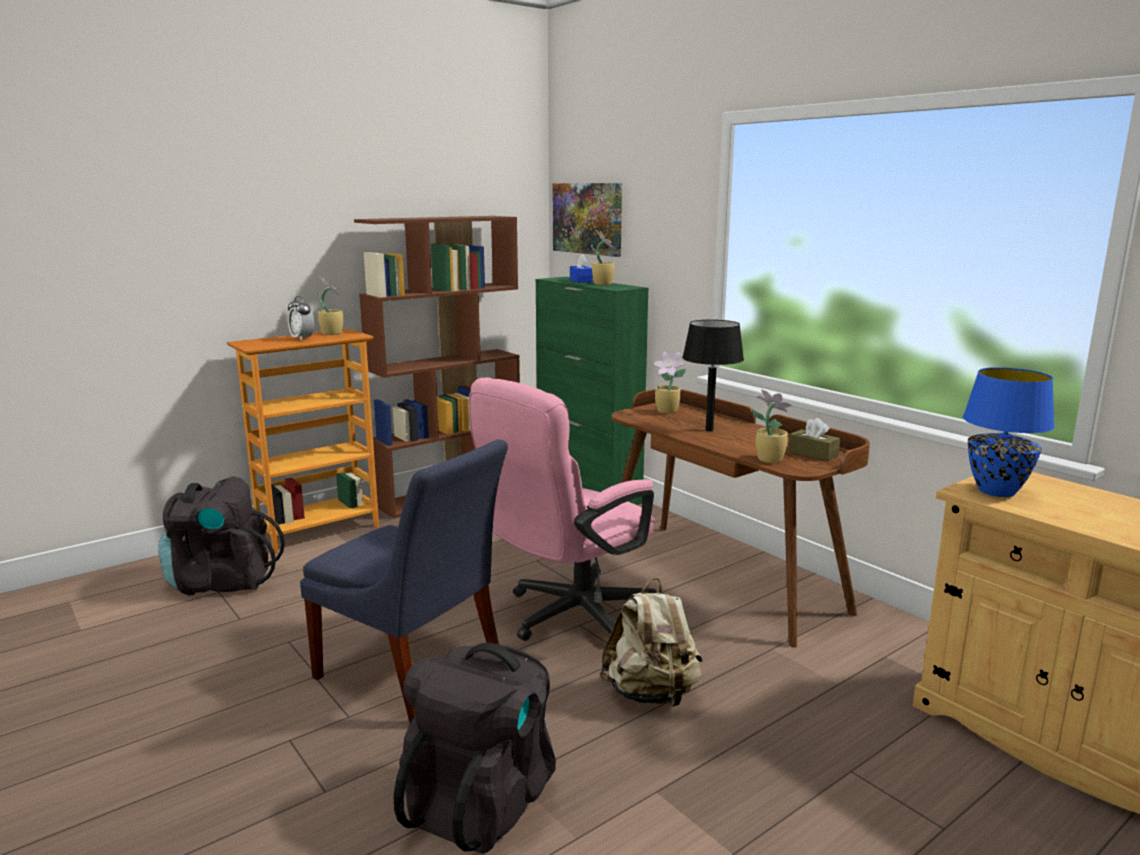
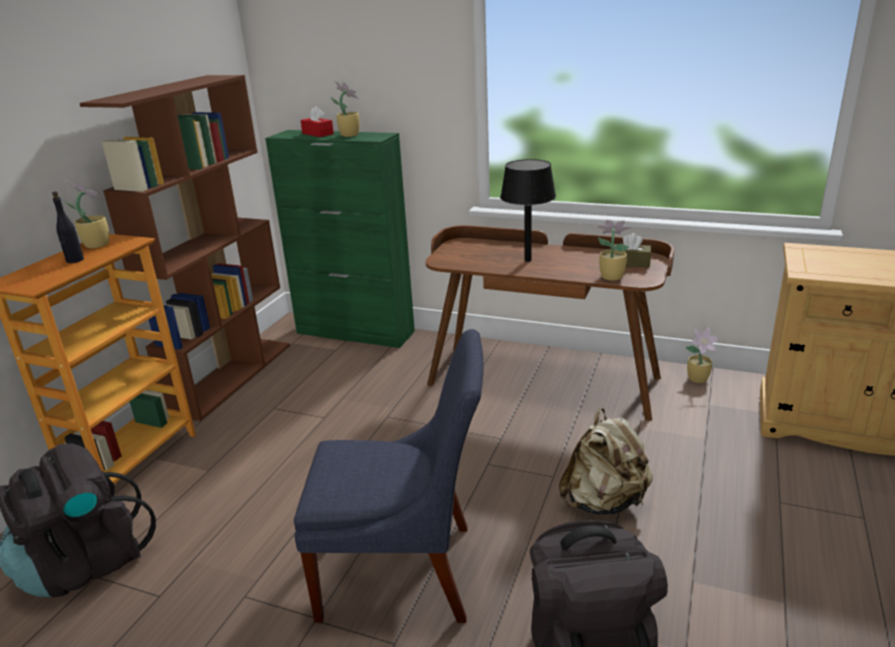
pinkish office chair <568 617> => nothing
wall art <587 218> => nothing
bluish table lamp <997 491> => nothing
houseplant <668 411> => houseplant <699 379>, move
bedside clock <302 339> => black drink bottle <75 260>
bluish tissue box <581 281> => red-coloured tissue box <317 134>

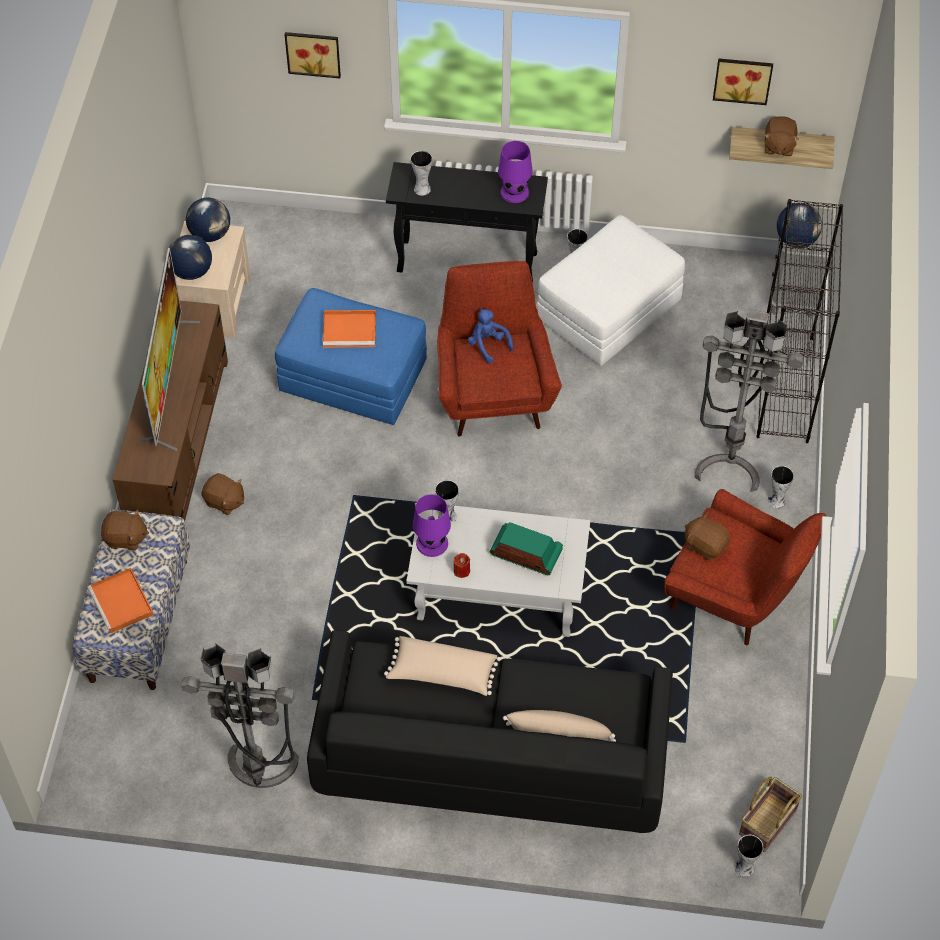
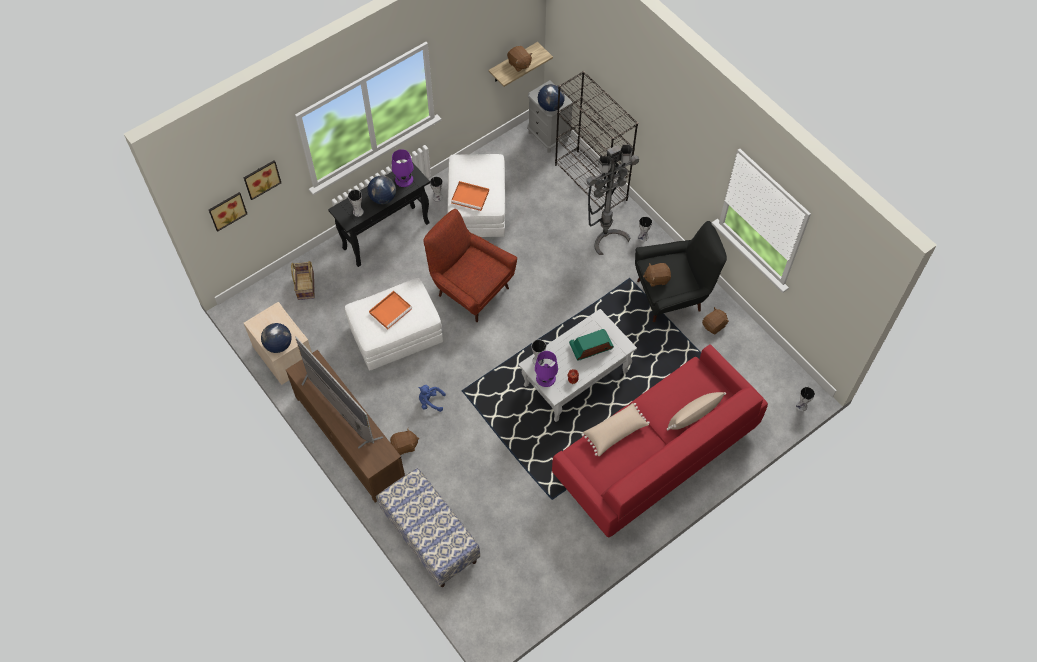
gray standard lamp <259 779> => nothing
orange-coloured serving tray <122 603> => orange-coloured serving tray <471 197>, move
brown plush toy <125 538> => brown plush toy <714 325>, move
world globe <210 234> => world globe <383 198>, move
bluish plush toy <488 345> => bluish plush toy <430 402>, move
wall art <742 79> => wall art <227 210>, move
storage basket <768 823> => storage basket <306 286>, move
bluish footrest <352 377> => whitish footrest <395 335>
black couch <491 755> => red-coloured couch <654 453>
red-coloured easy chair <734 598> => black easy chair <673 294>

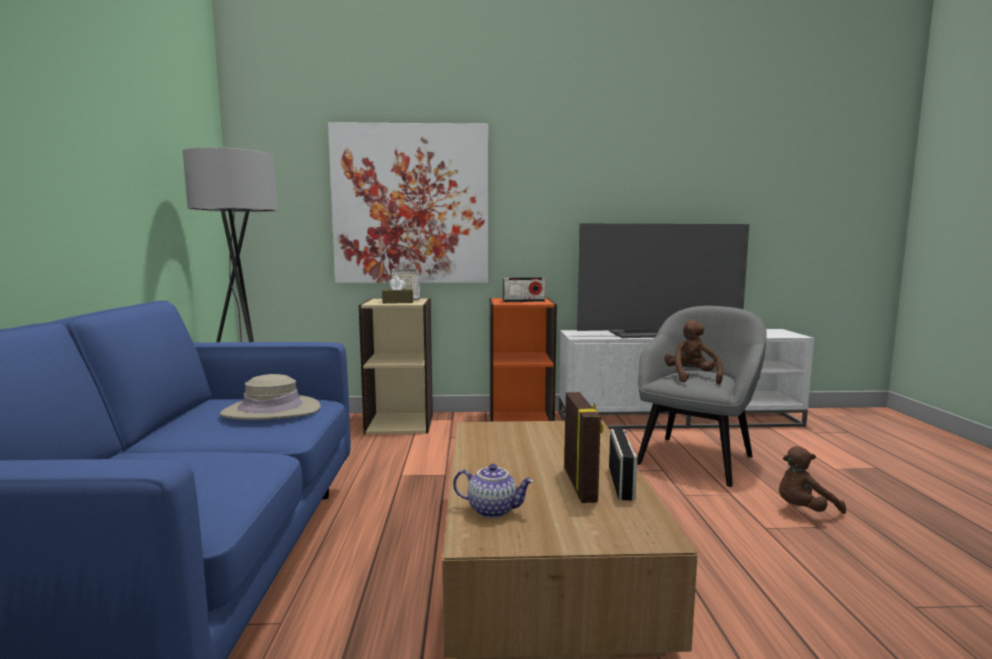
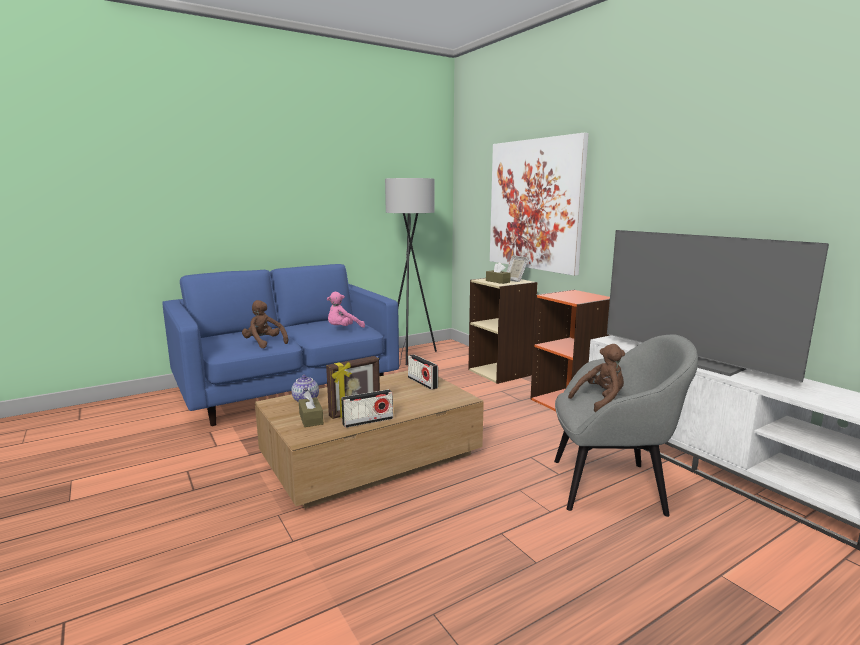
nothing => brown tissue box <311 418>
radio <523 301> => radio <422 382>, move
brown plush toy <803 510> => brown plush toy <264 343>, move
beige hat <271 411> => pinkish plush toy <343 329>

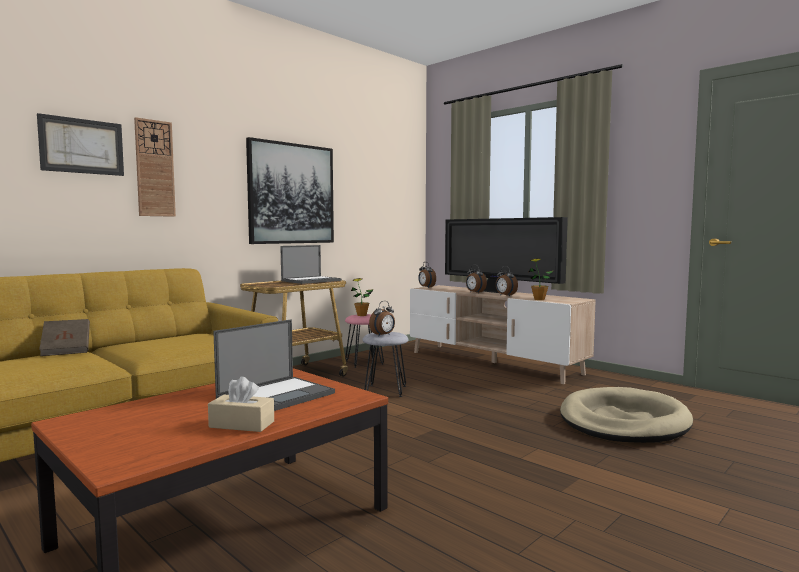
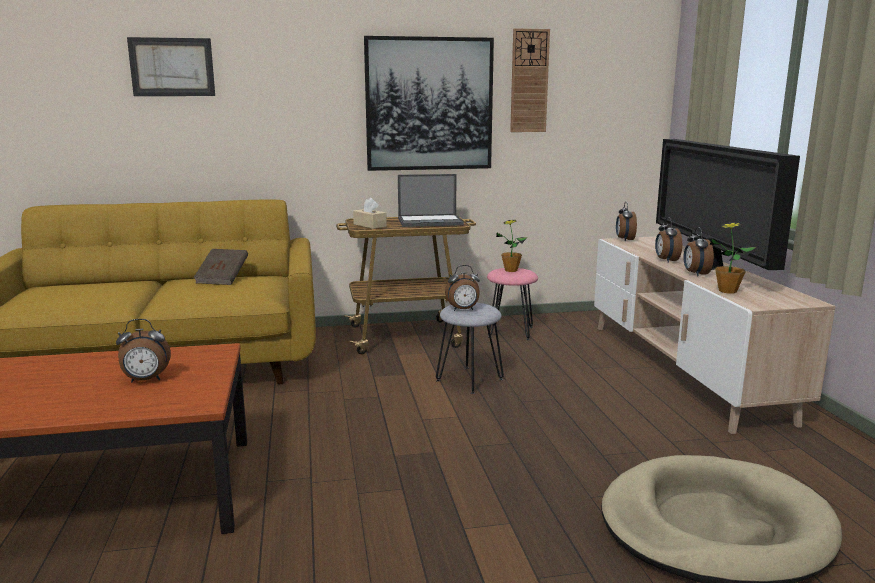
brown book <66 350> => brown book <223 279>, move
hanging clock <155 168> => hanging clock <529 81>, move
beige tissue box <242 424> => beige tissue box <369 225>, move
laptop <277 395> => bedside clock <146 380>

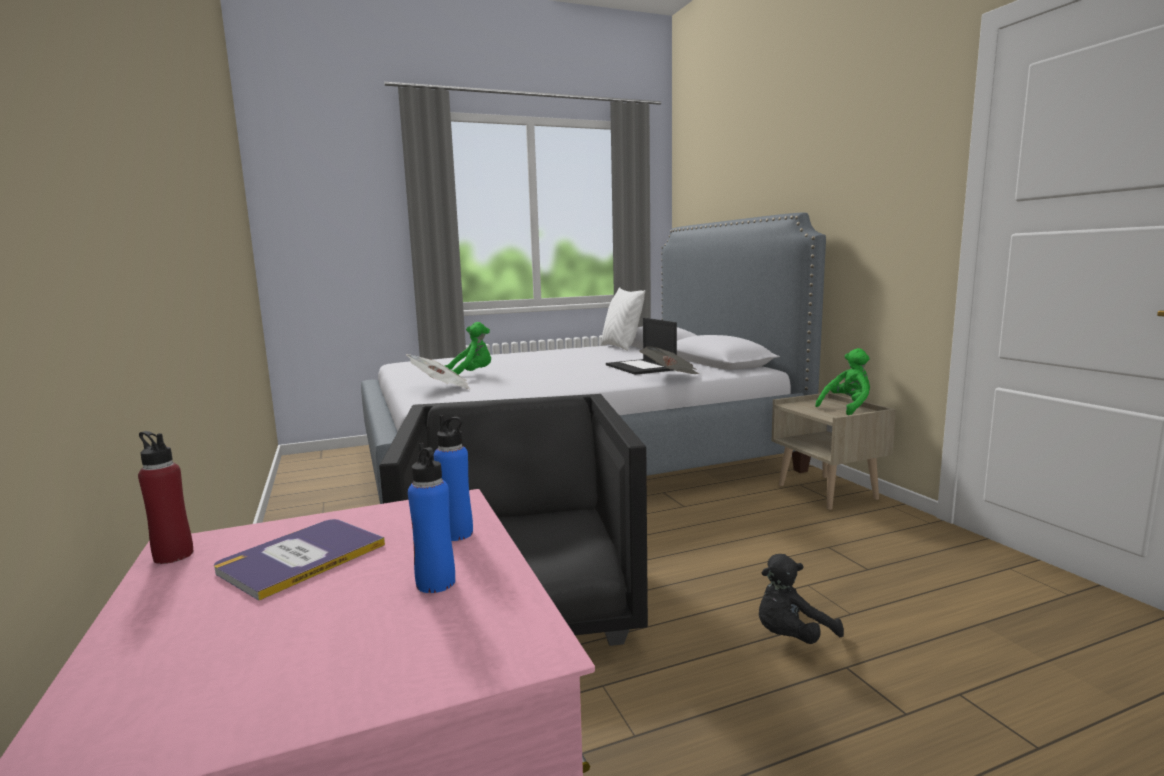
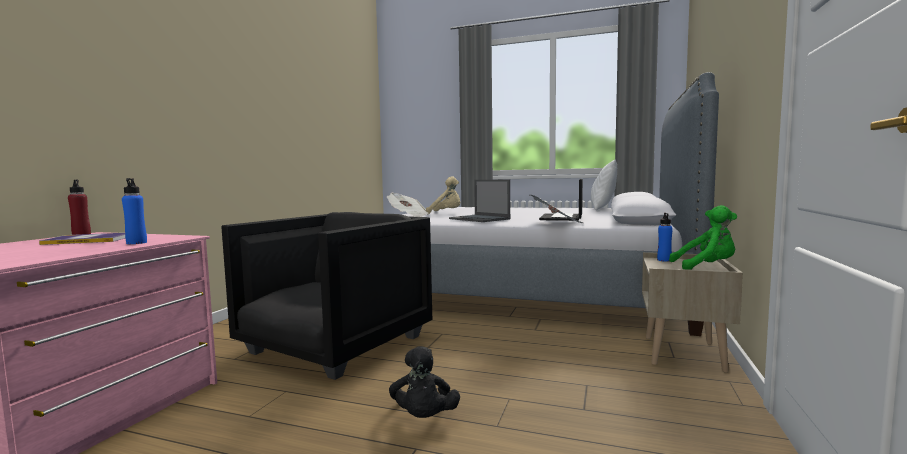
nothing => laptop <480 219>
bluish drink bottle <435 583> => bluish drink bottle <664 260>, move
greenish plush toy <471 375> => beige plush toy <446 213>
black plush toy <791 637> => black plush toy <424 418>, 105 degrees counterclockwise

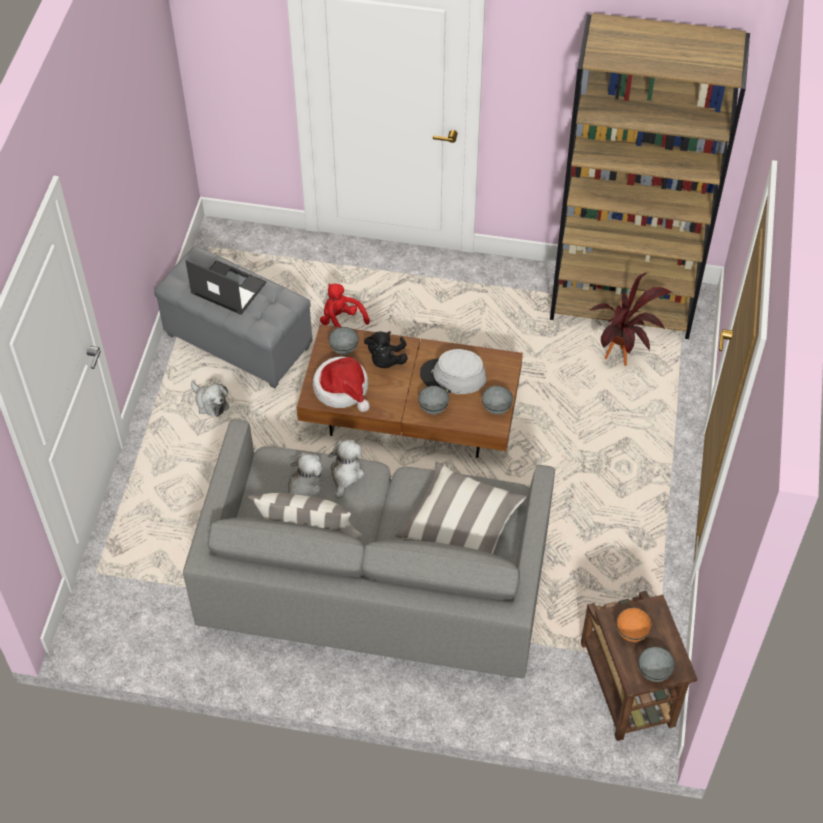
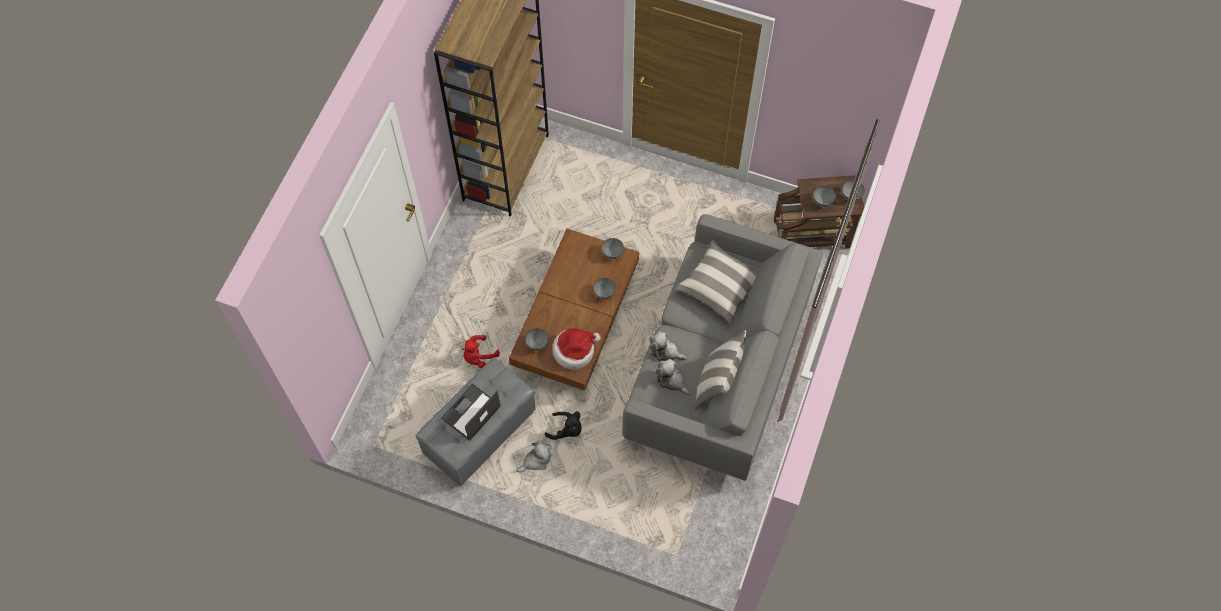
gray hat <453 376> => nothing
houseplant <623 361> => nothing
black plush toy <385 360> => black plush toy <567 430>, move
orange-coloured deep dish <631 633> => gray deep dish <823 202>

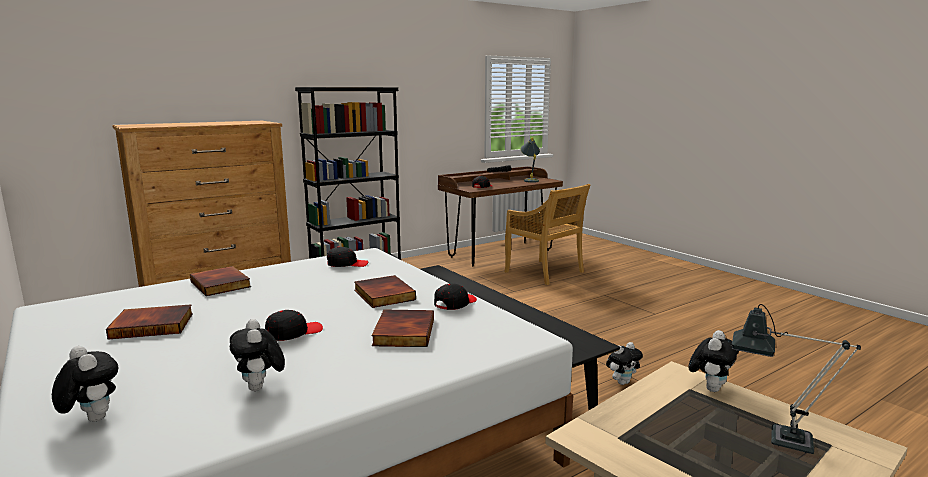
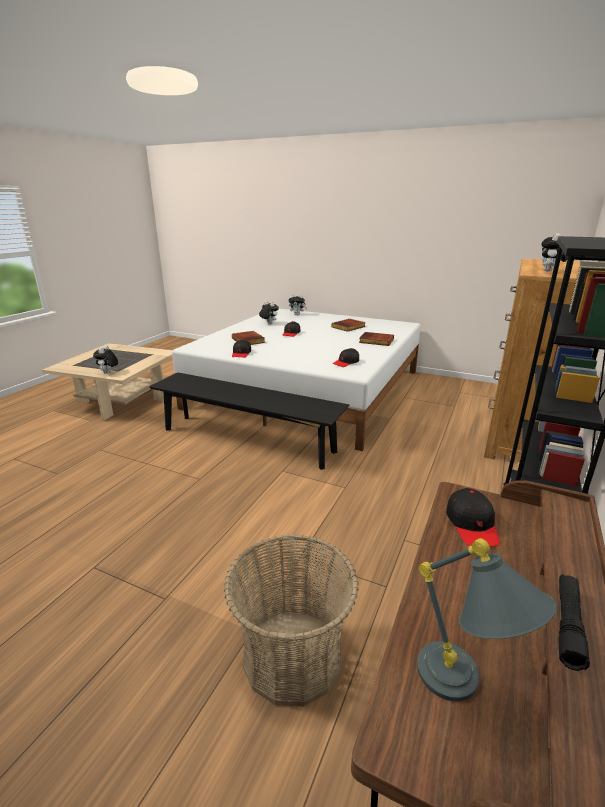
book <383 295> => nothing
table lamp <778 438> => nothing
plush toy <622 382> => plush toy <549 271>, move
beige chair <545 272> => storage basket <292 655>

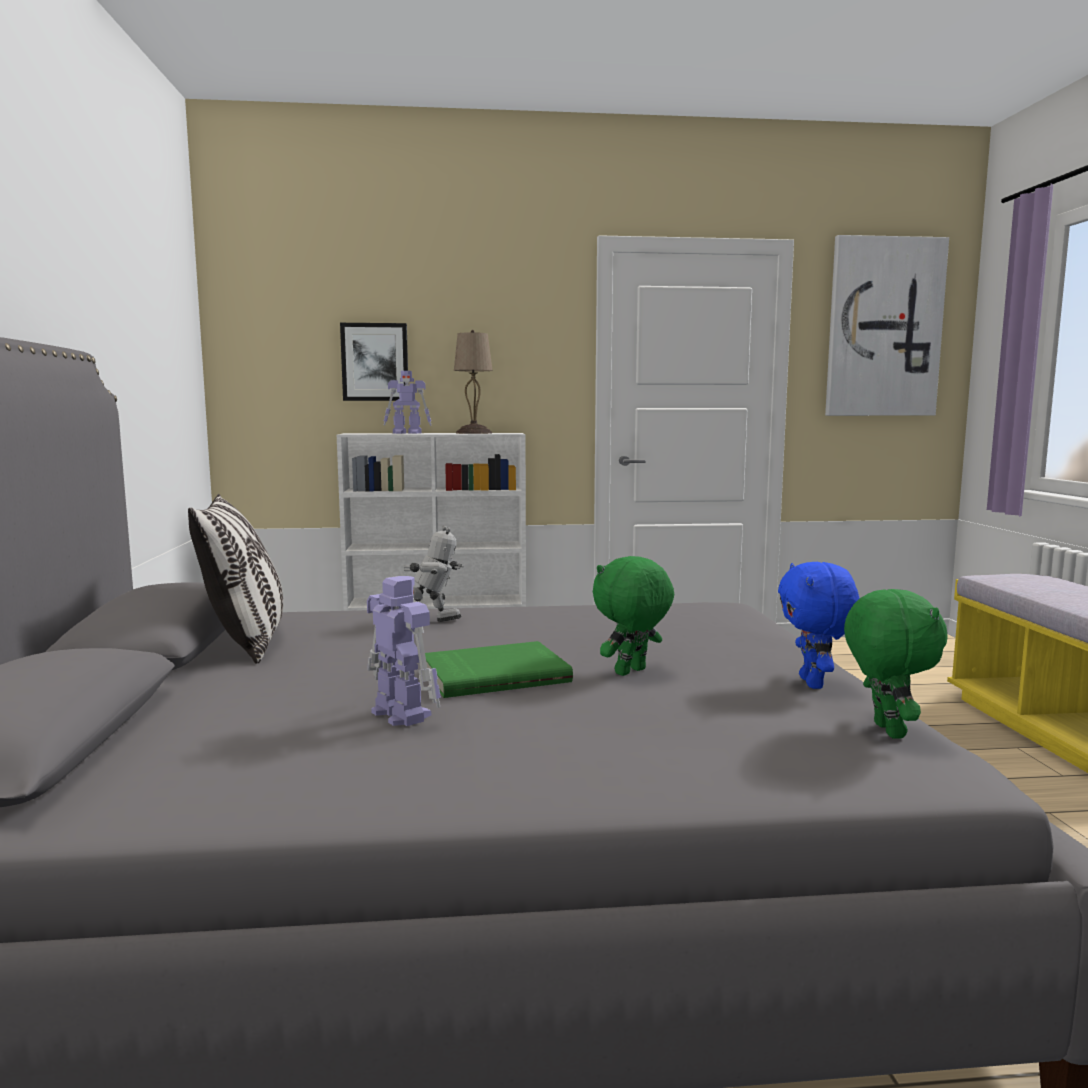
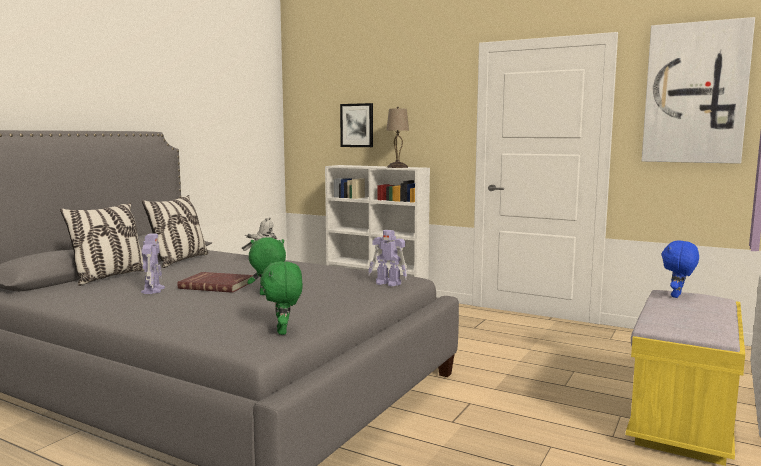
nothing => throw pillow <110 277>
robot figure <408 433> => robot figure <388 283>, move
bluish plush toy <814 683> => bluish plush toy <677 296>, move
greenish book <494 674> => red-coloured book <217 285>
greenish plush toy <885 730> => greenish plush toy <283 331>, 135 degrees clockwise

